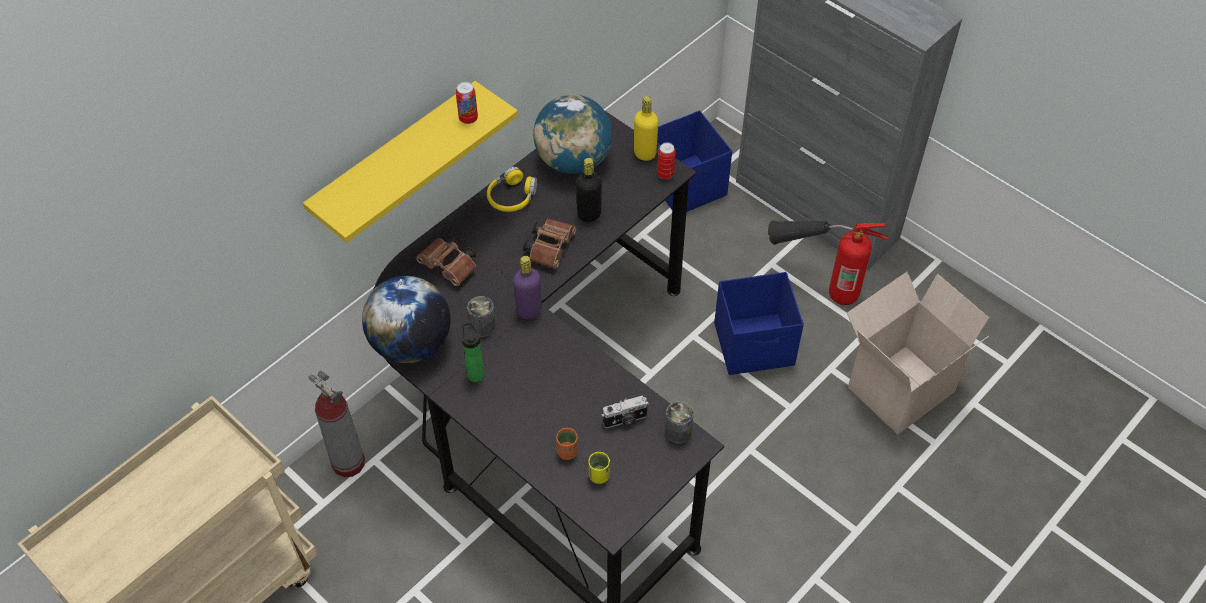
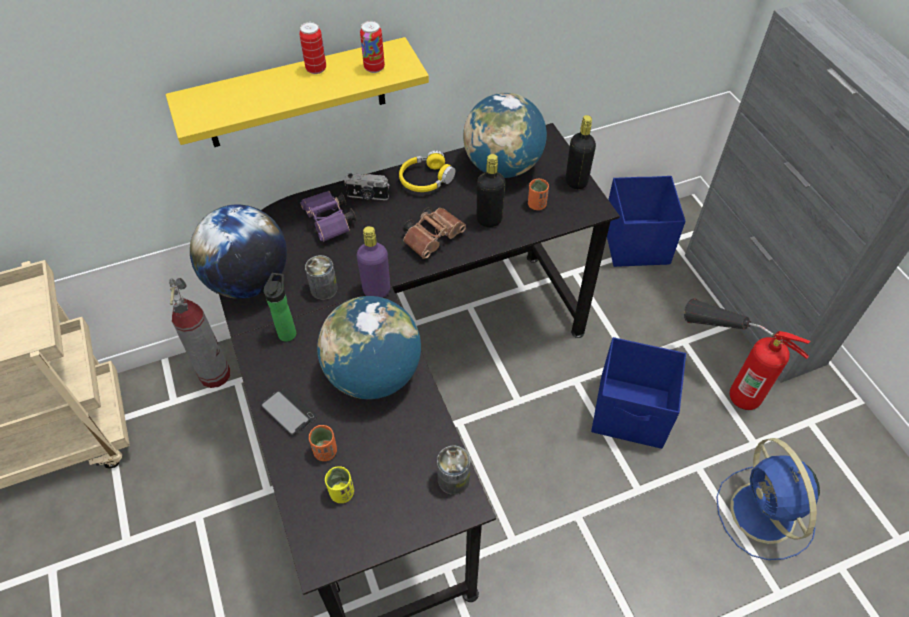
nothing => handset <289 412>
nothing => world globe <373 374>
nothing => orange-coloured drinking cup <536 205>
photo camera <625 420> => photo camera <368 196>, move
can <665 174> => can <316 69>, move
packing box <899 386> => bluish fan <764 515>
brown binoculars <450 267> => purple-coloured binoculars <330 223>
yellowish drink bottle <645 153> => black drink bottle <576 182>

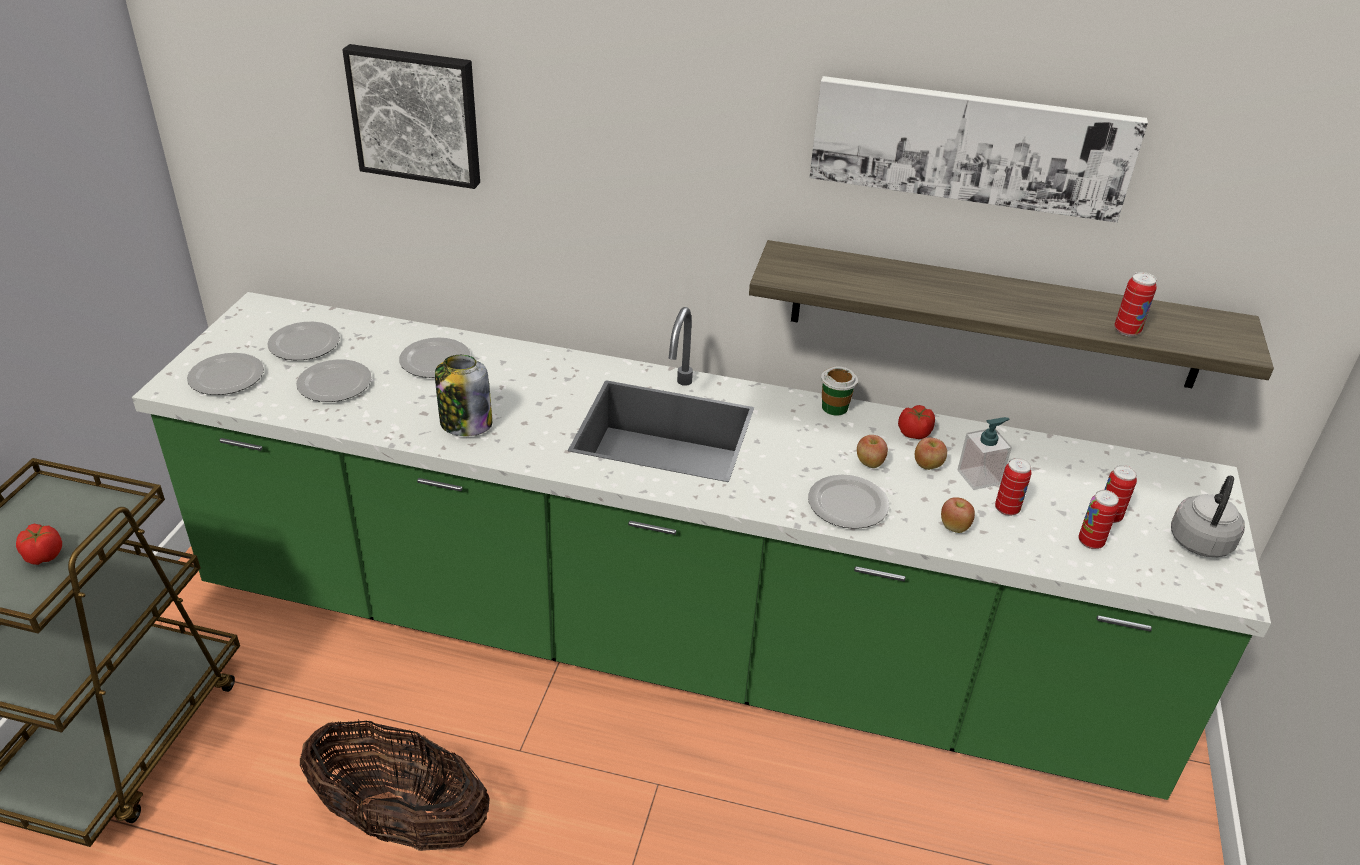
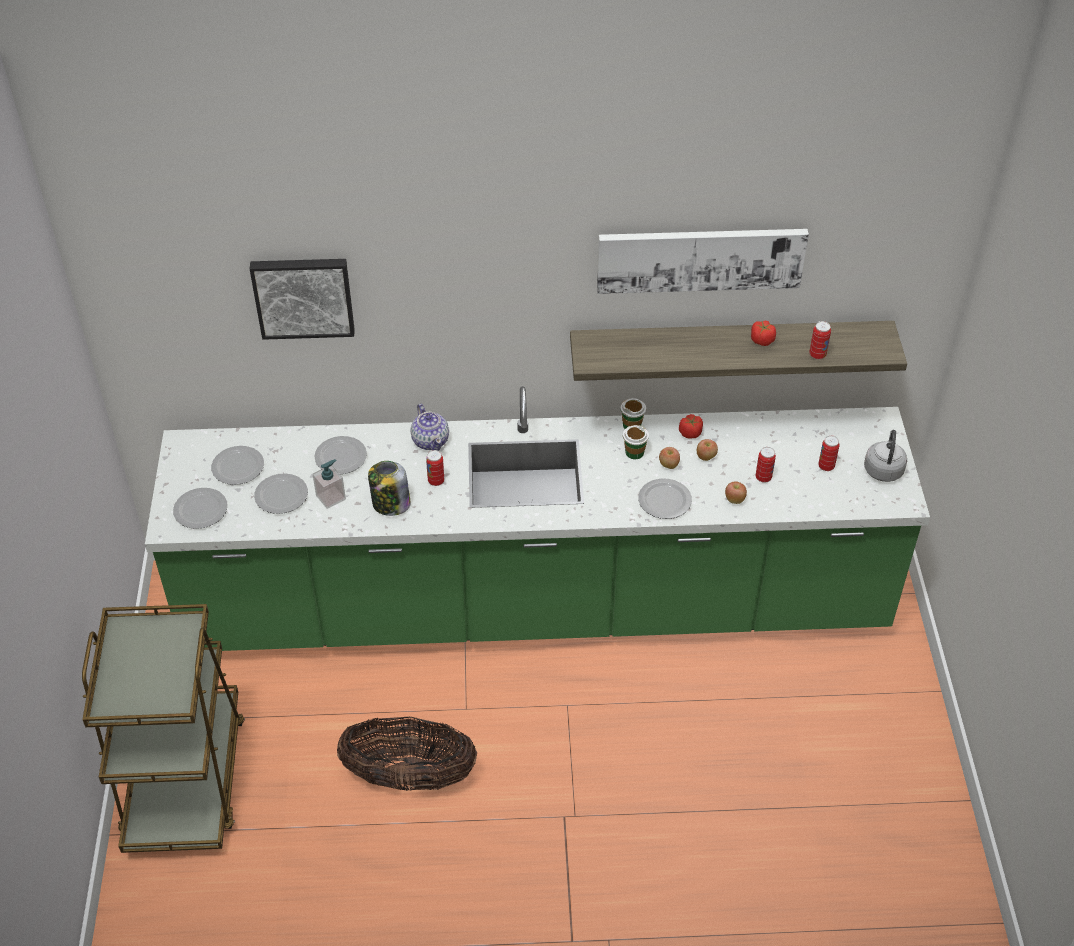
nothing => pot for tea <430 440>
nothing => drinking cup <634 452>
whole tomato <43 555> => whole tomato <762 340>, move
liquid soap bottle <979 477> => liquid soap bottle <331 497>, move
can <1090 542> => can <436 481>, move

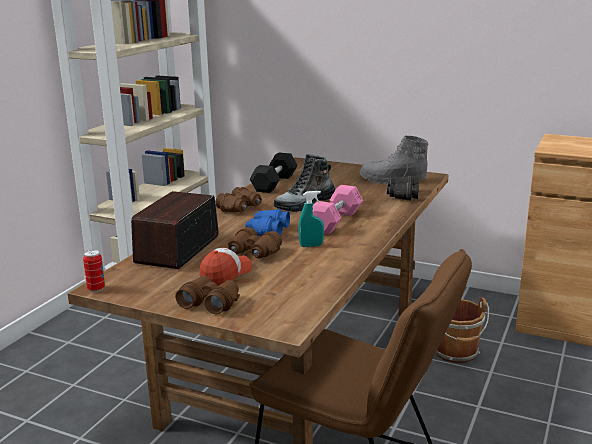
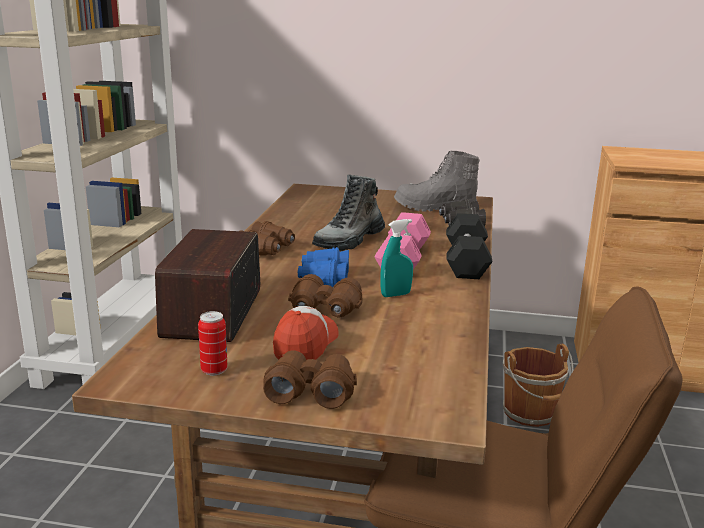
can <96 289> => can <214 370>, move
black hand weight <274 183> => black hand weight <466 262>, move

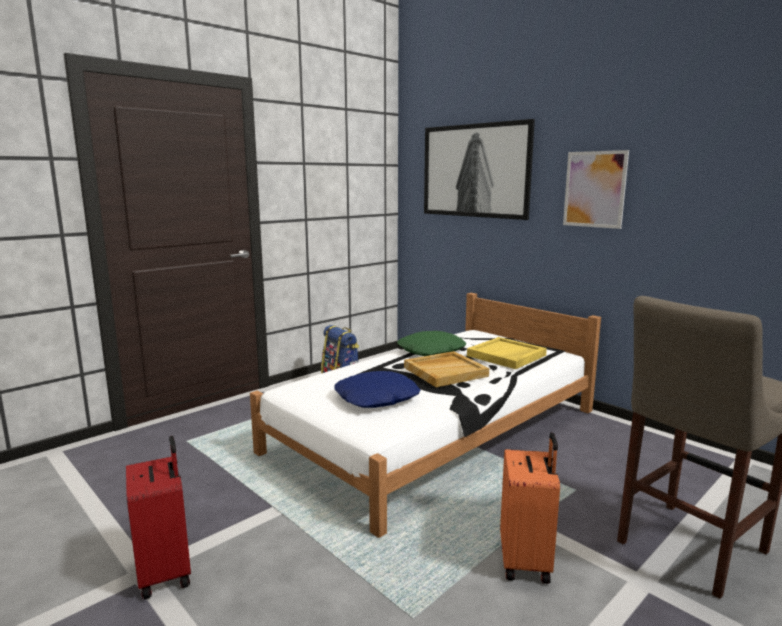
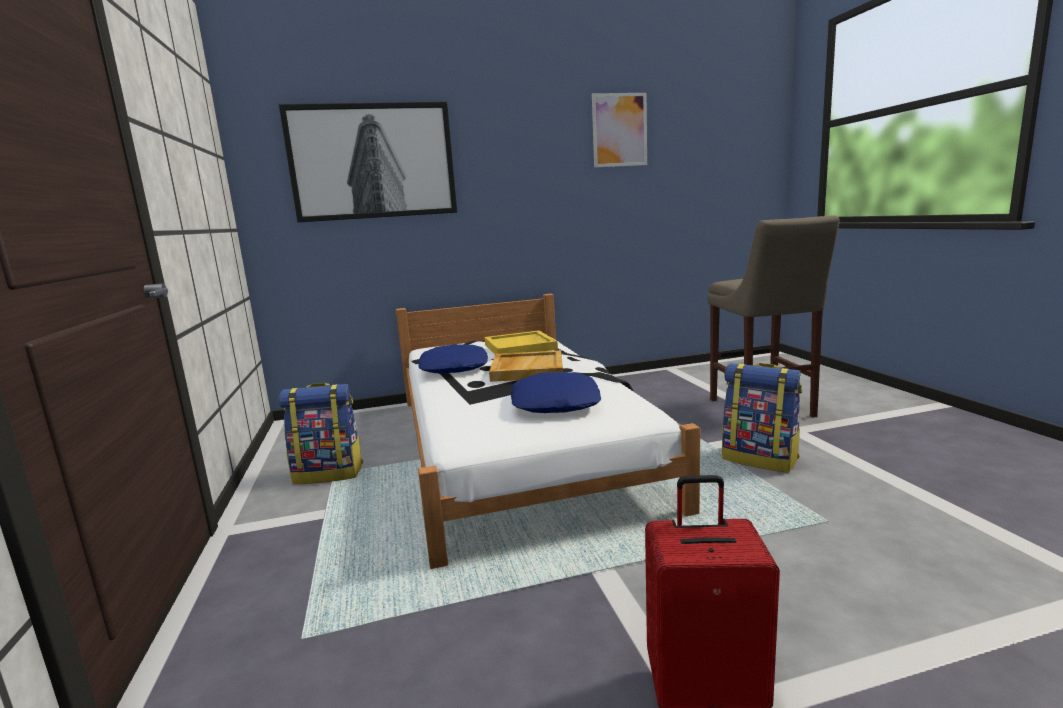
wall art <594 189> => wall art <619 130>, move
orange-coloured piece of luggage <526 561> => rucksack <760 459>
greenish throw pillow <431 351> => bluish throw pillow <455 367>

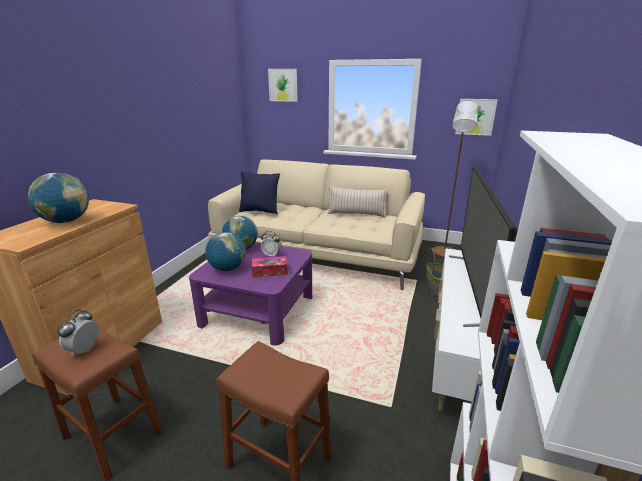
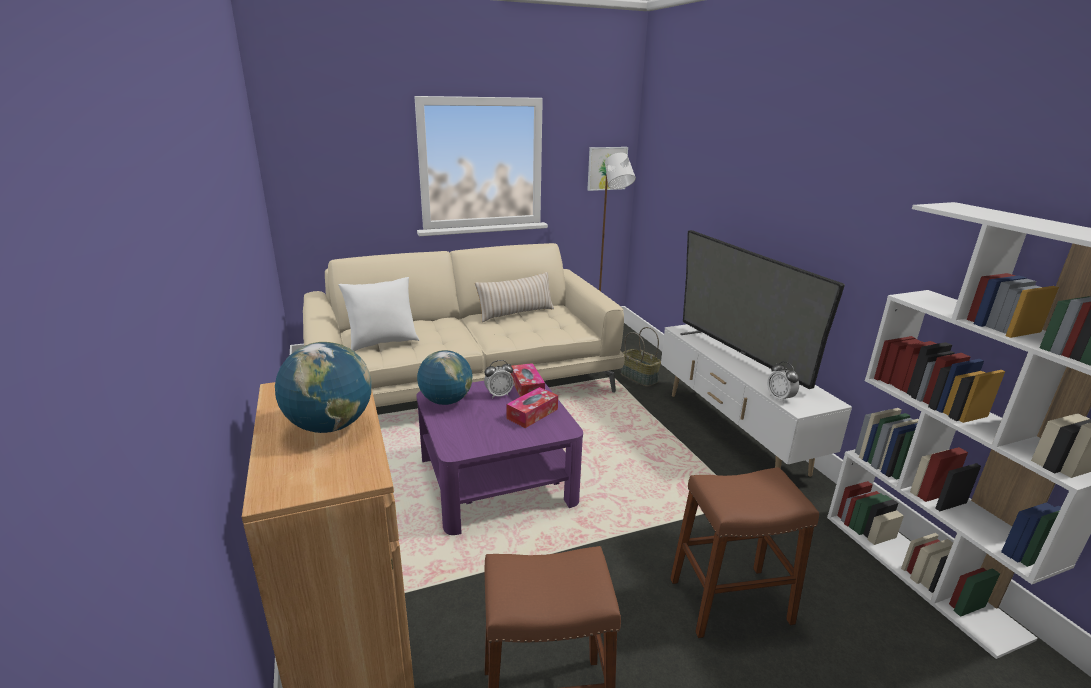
world globe <227 269> => nothing
wall art <283 85> => nothing
nothing => tissue box <527 387>
bedside clock <84 350> => bedside clock <780 398>, move
bluish throw pillow <260 211> => whitish throw pillow <382 343>

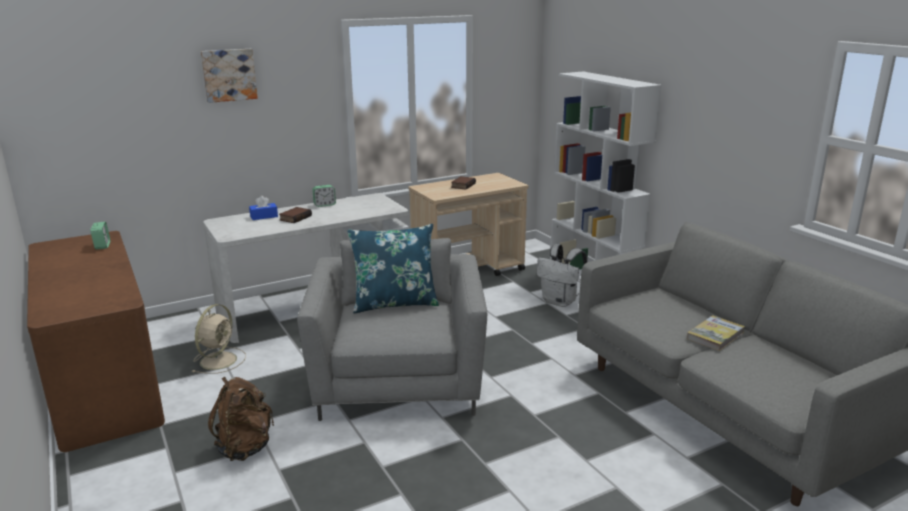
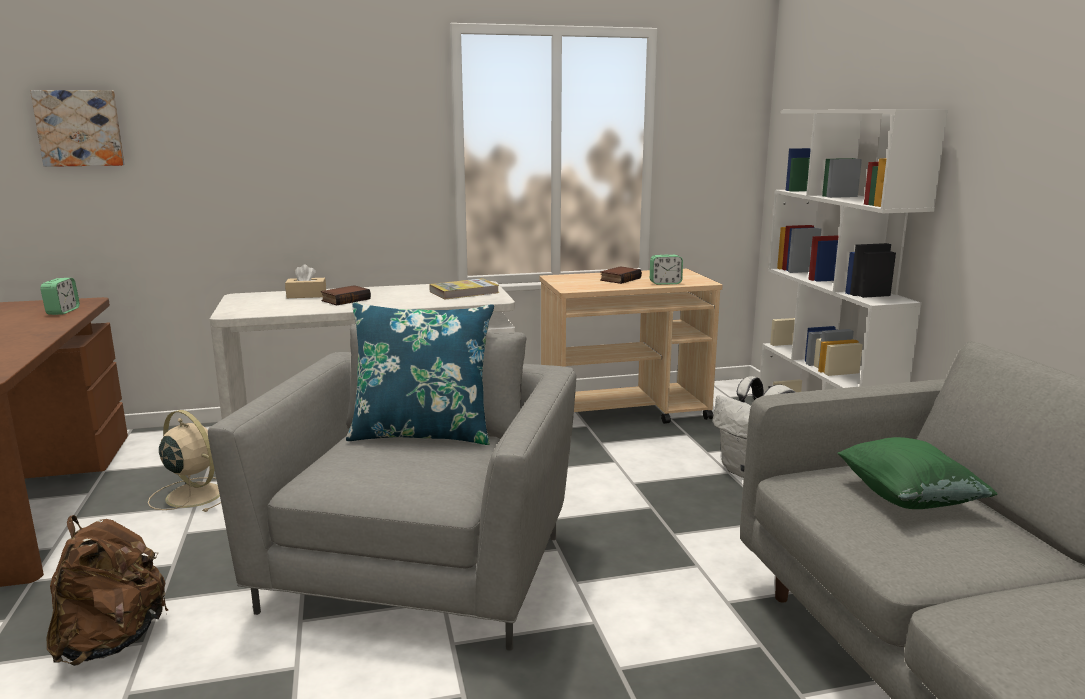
nothing => greenish throw pillow <907 499>
wall art <229 75> => wall art <80 128>, move
bedside clock <324 205> => bedside clock <665 283>, move
book <715 335> => book <464 292>, move
bluish tissue box <264 216> => beige tissue box <306 295>
beige fan <219 360> => beige fan <193 495>, 90 degrees counterclockwise

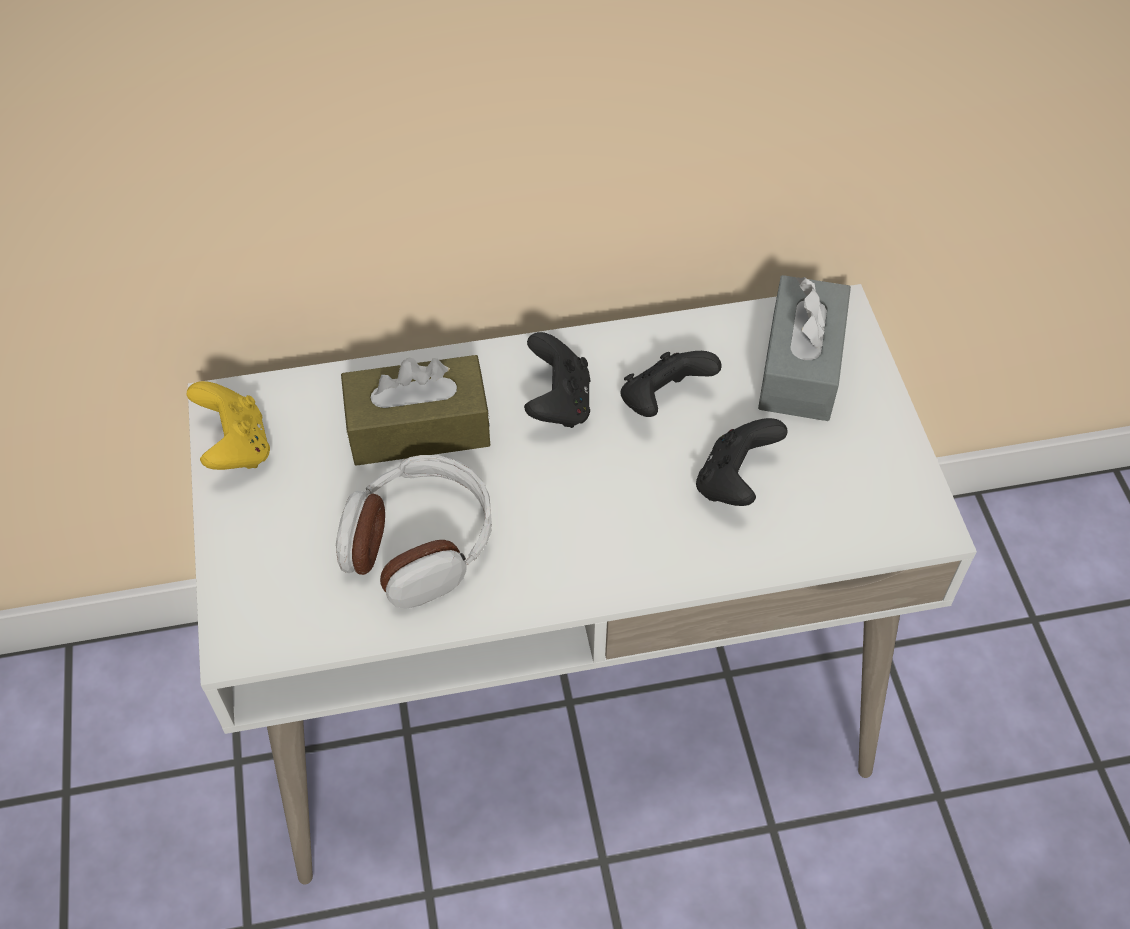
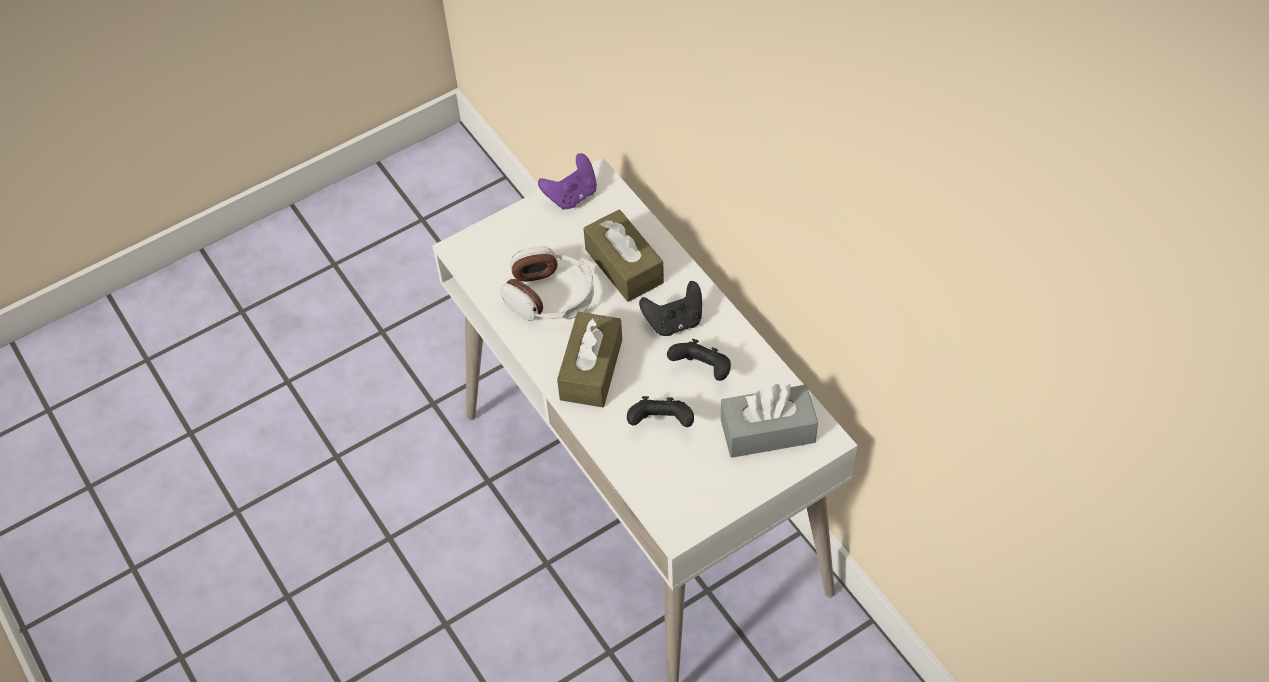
nothing => brown tissue box <591 369>
yellowish game controller <236 447> => purple-coloured game controller <571 196>

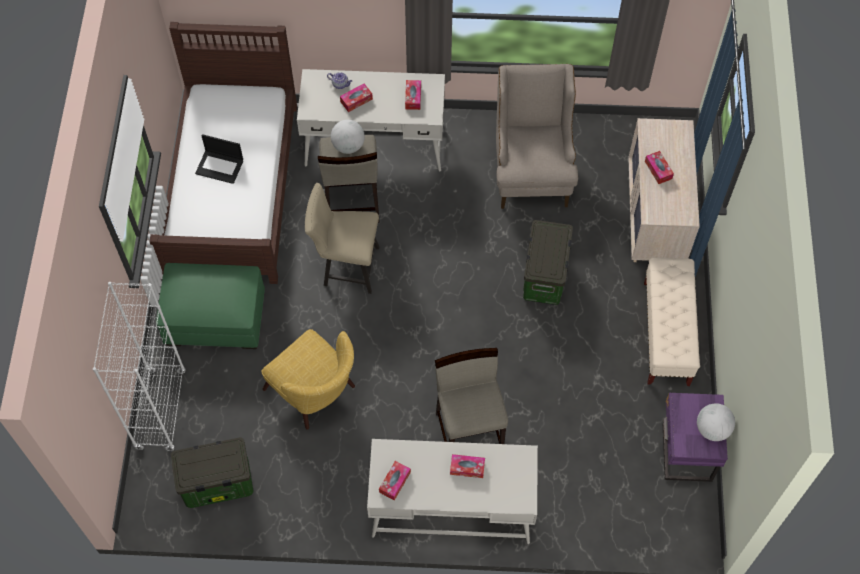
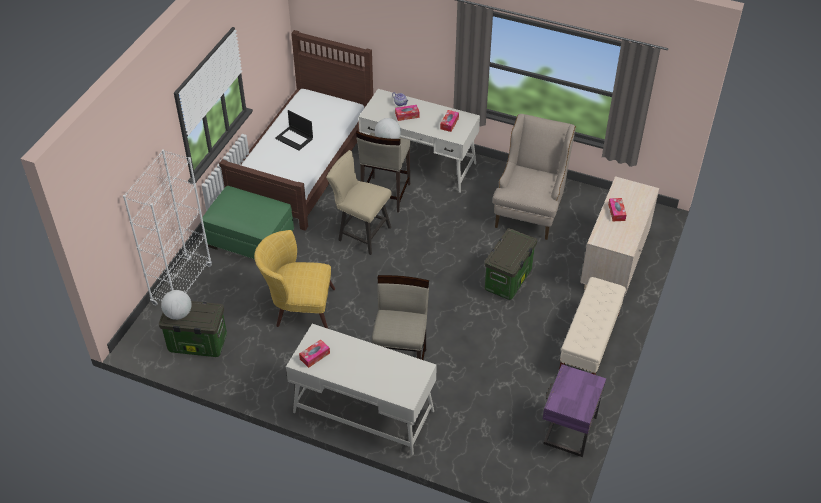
tissue box <467 468> => nothing
world globe <712 429> => world globe <178 314>, move
yellowish easy chair <316 394> => yellowish easy chair <298 307>, 120 degrees clockwise

